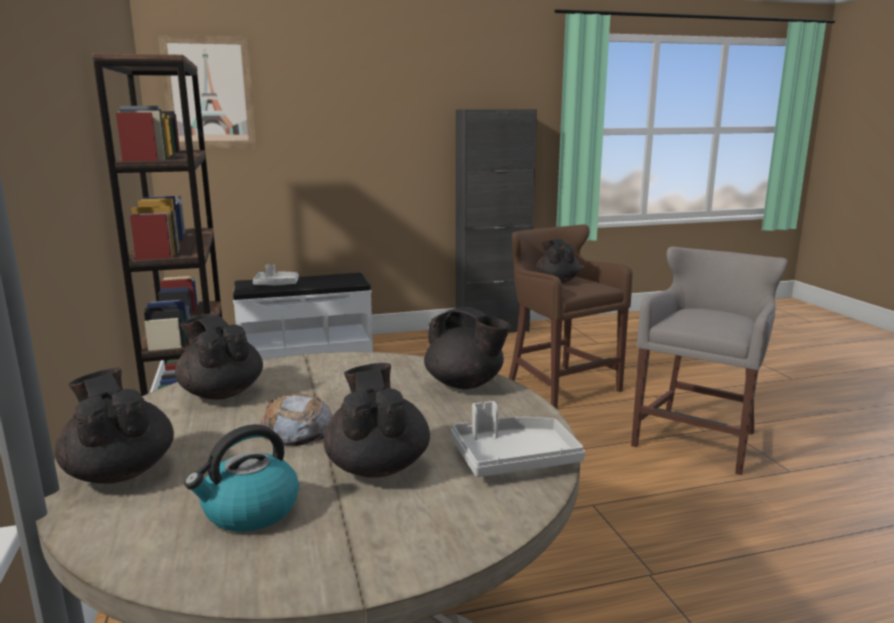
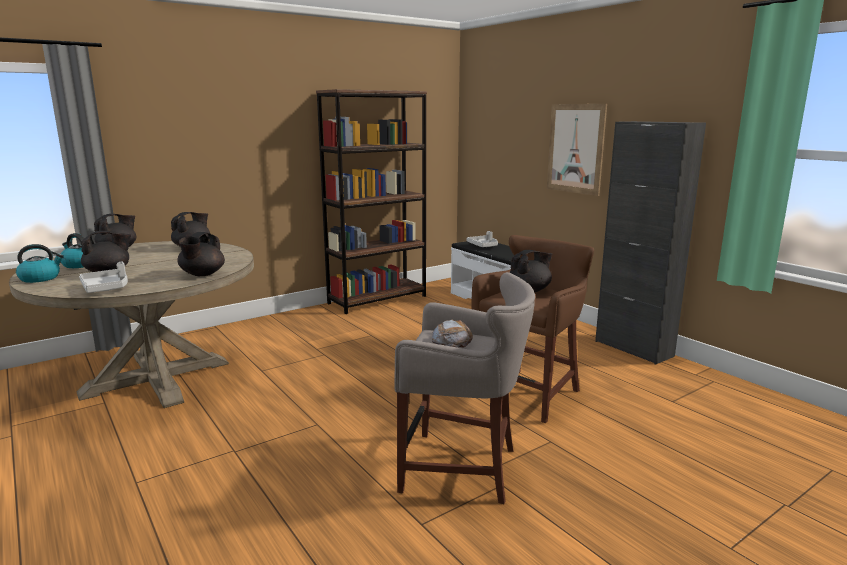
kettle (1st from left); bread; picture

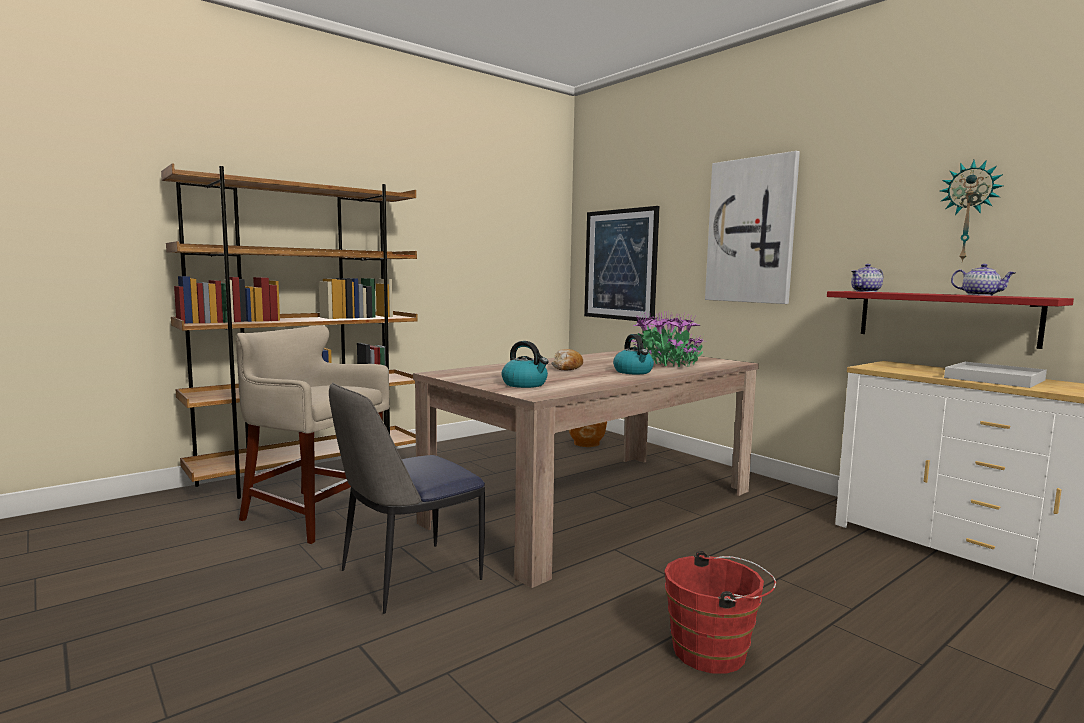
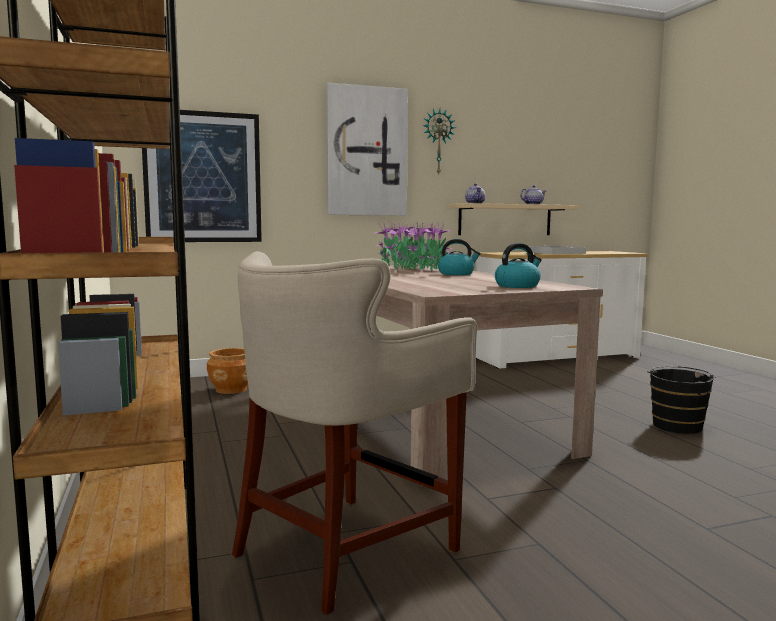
wall clock; beige shelf; black bucket; chair; bread

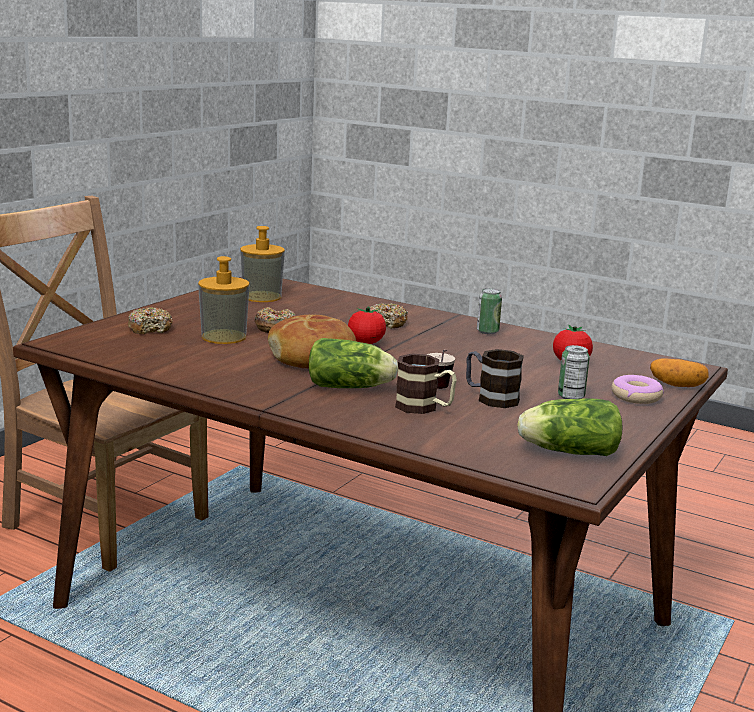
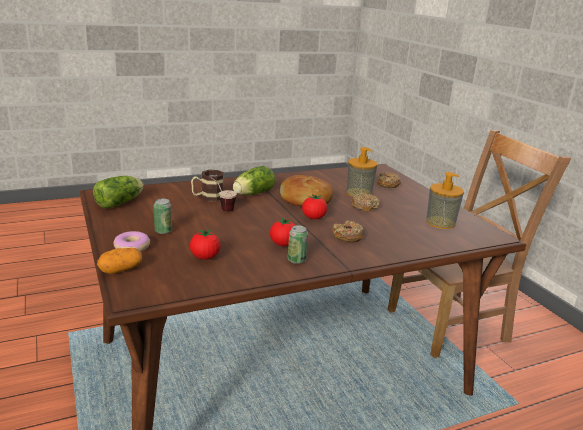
tomato (2nd from left); mug (2nd from left in the first image)

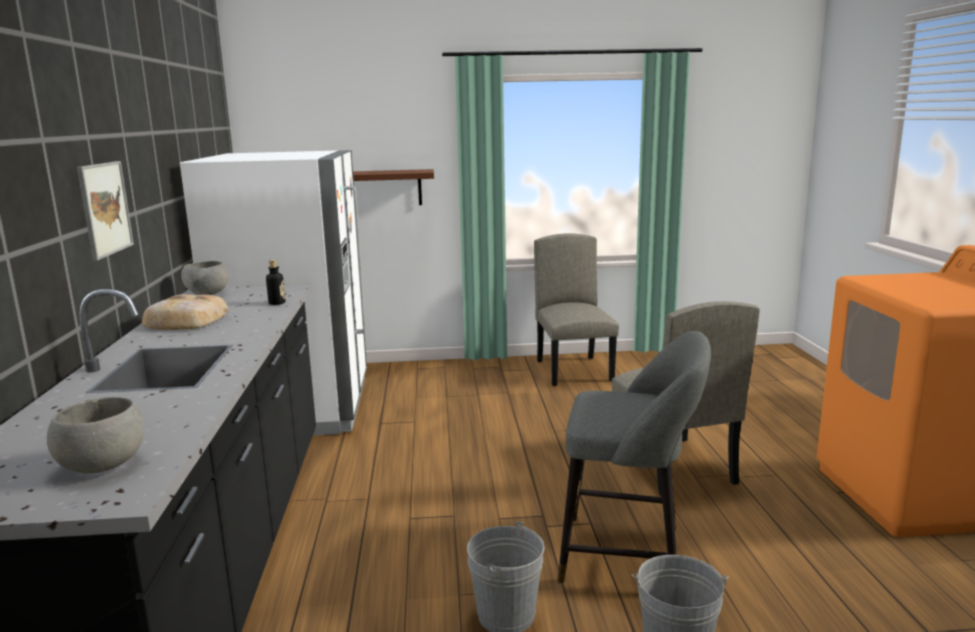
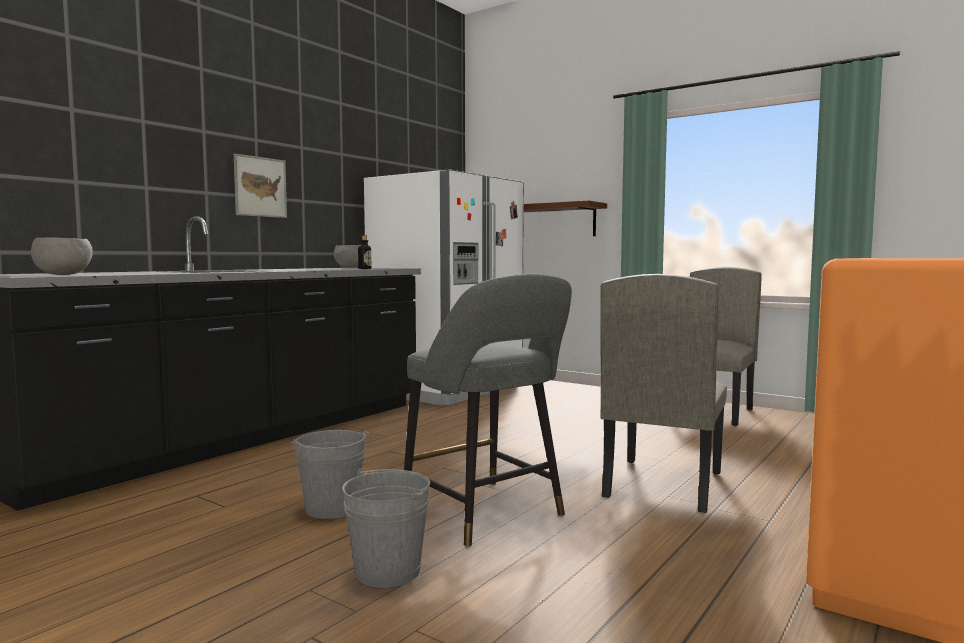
bread

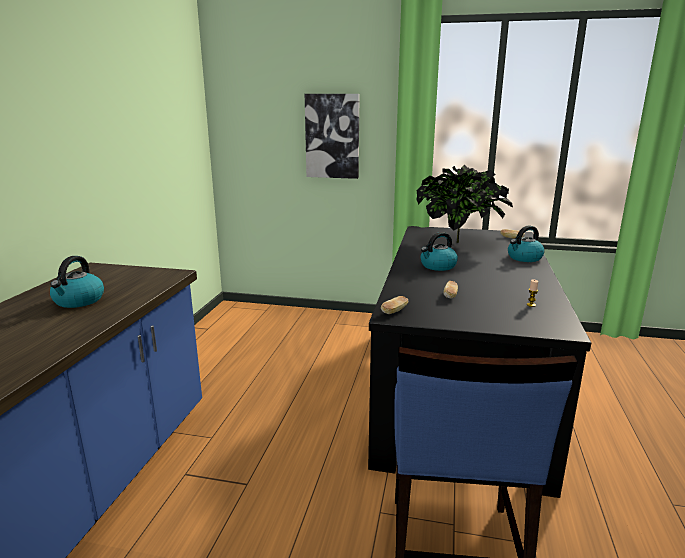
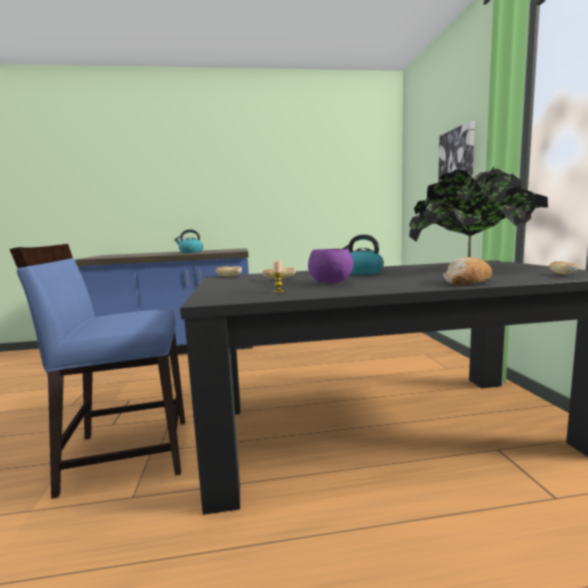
purple bowl; bread (3rd from left)

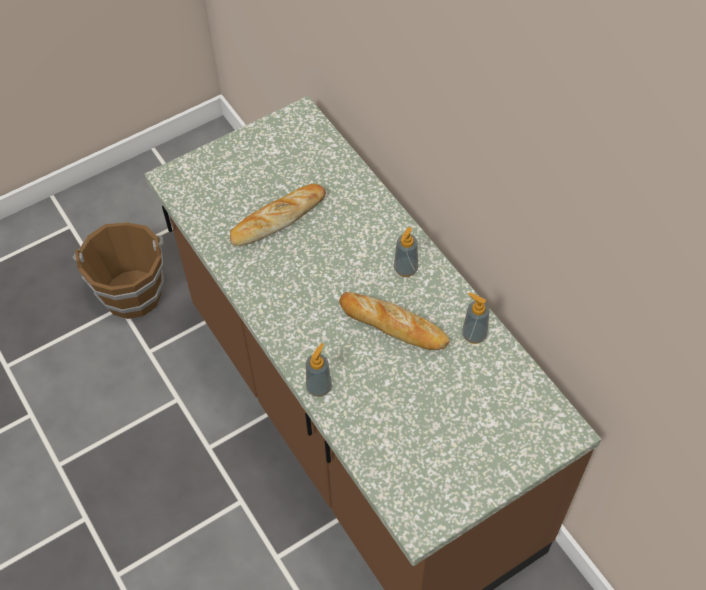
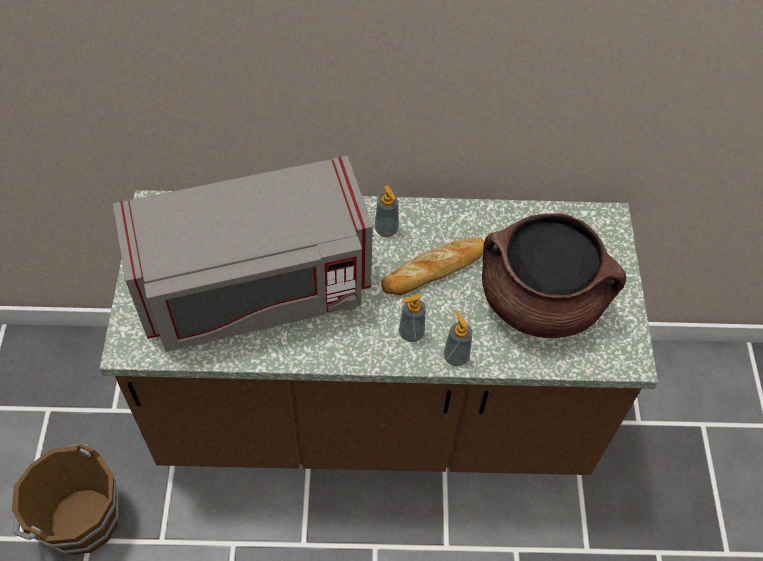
grey microwave; soap dispenser (2nd from left); brown cooking pot

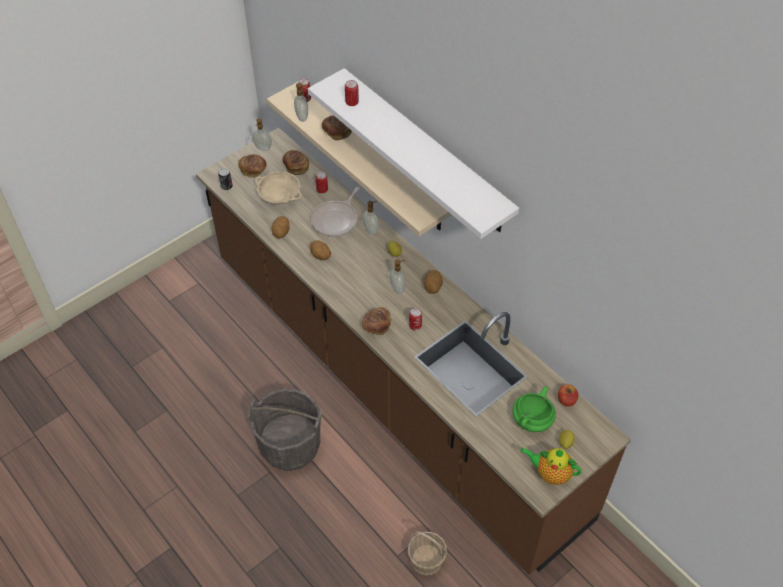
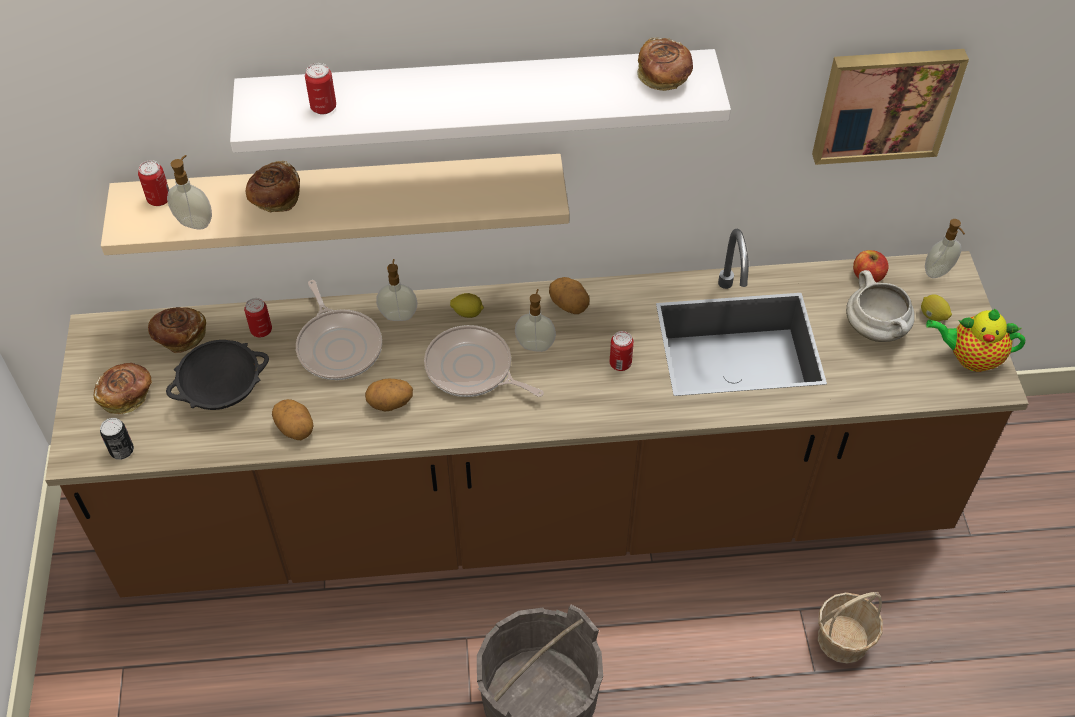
black bowl; frying pan (2nd from left); bread (4th from left); picture; white cooking pot; soap dispenser (4th from left); teapot

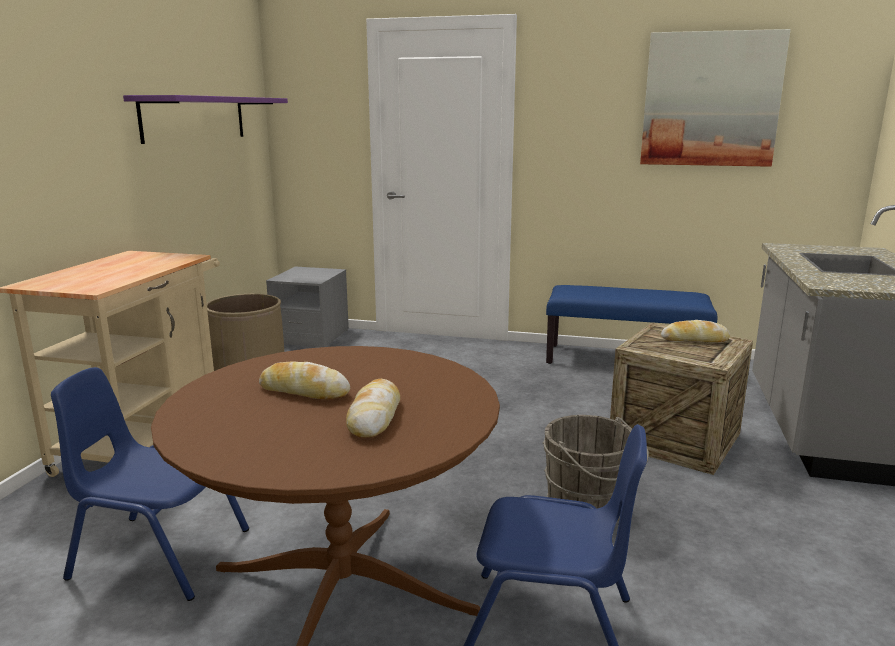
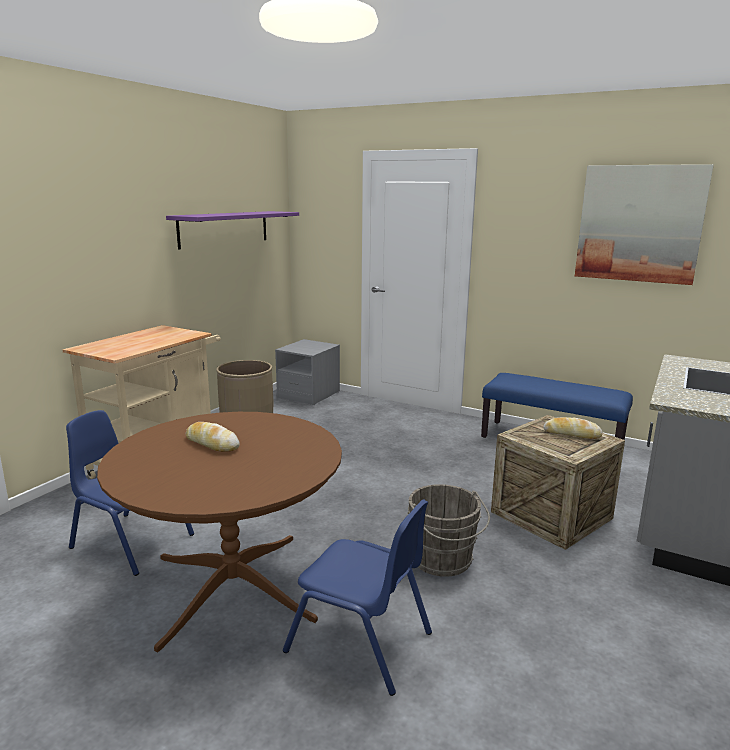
bread (2nd from left in the first image)

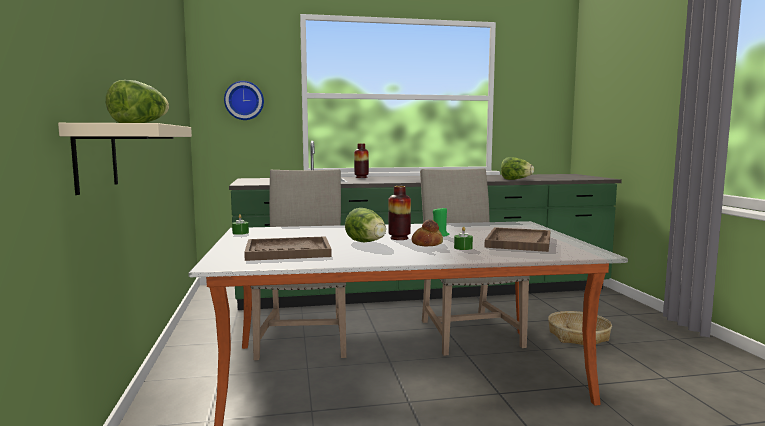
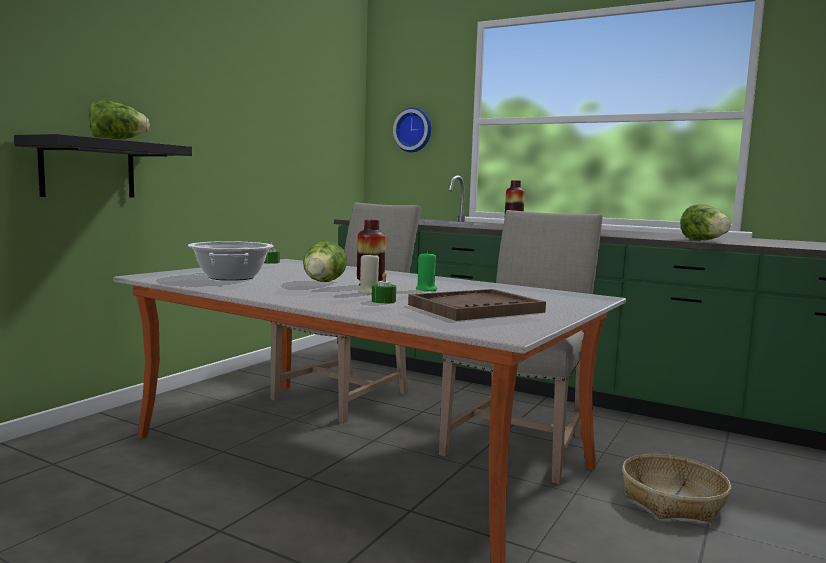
black shelf; cooking pot; beige candle

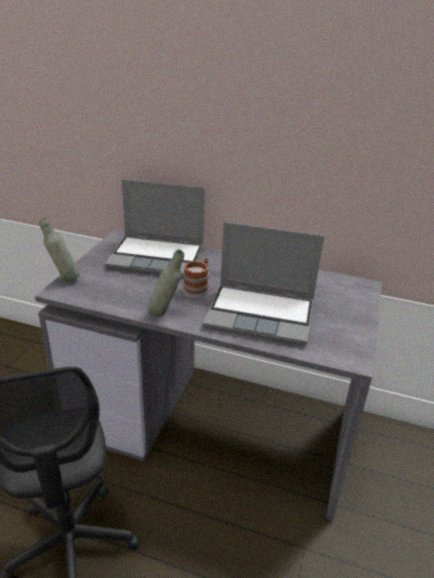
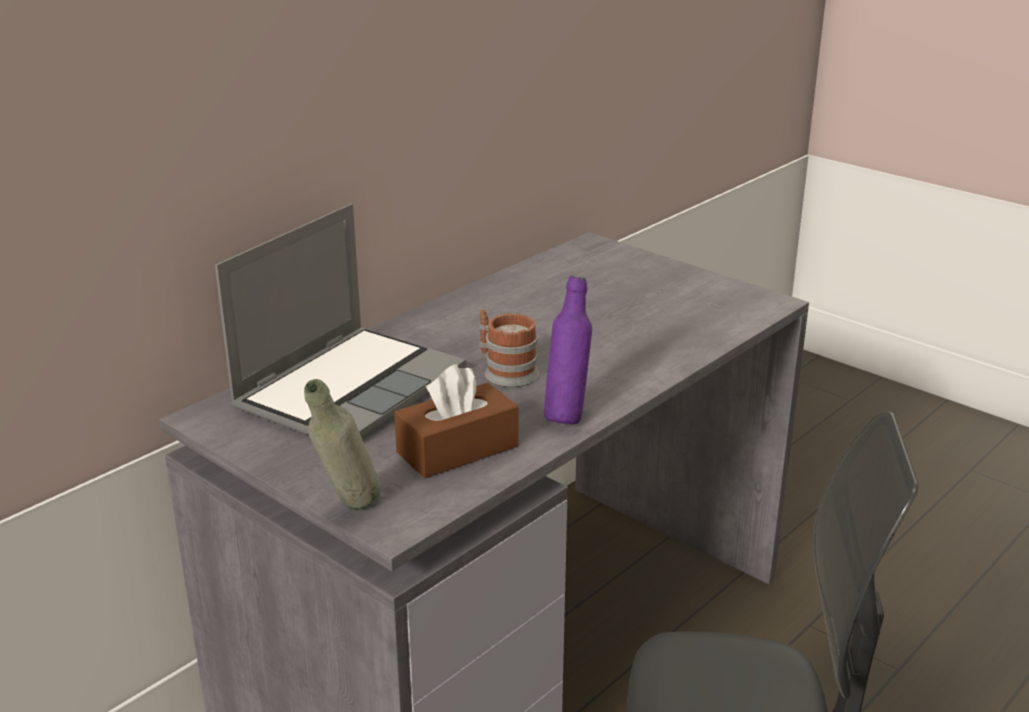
brown tissue box; purple bottle; laptop (2nd from left in the first image)

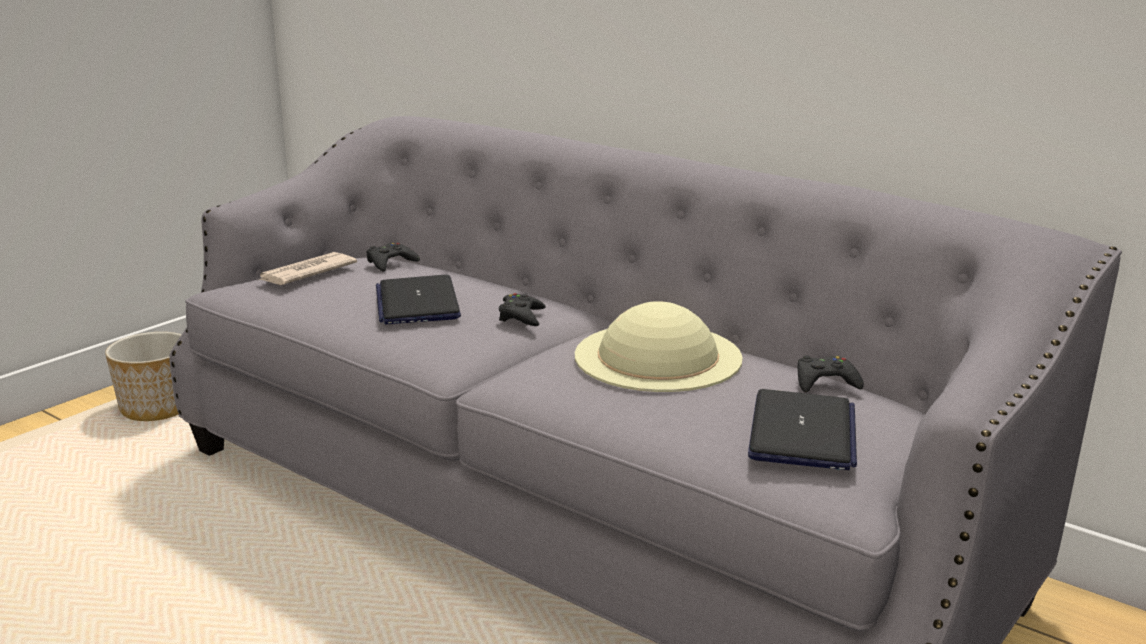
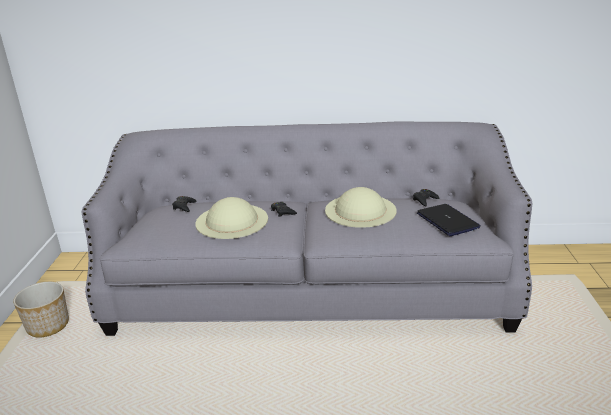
beige hat (1st from left); newspaper

